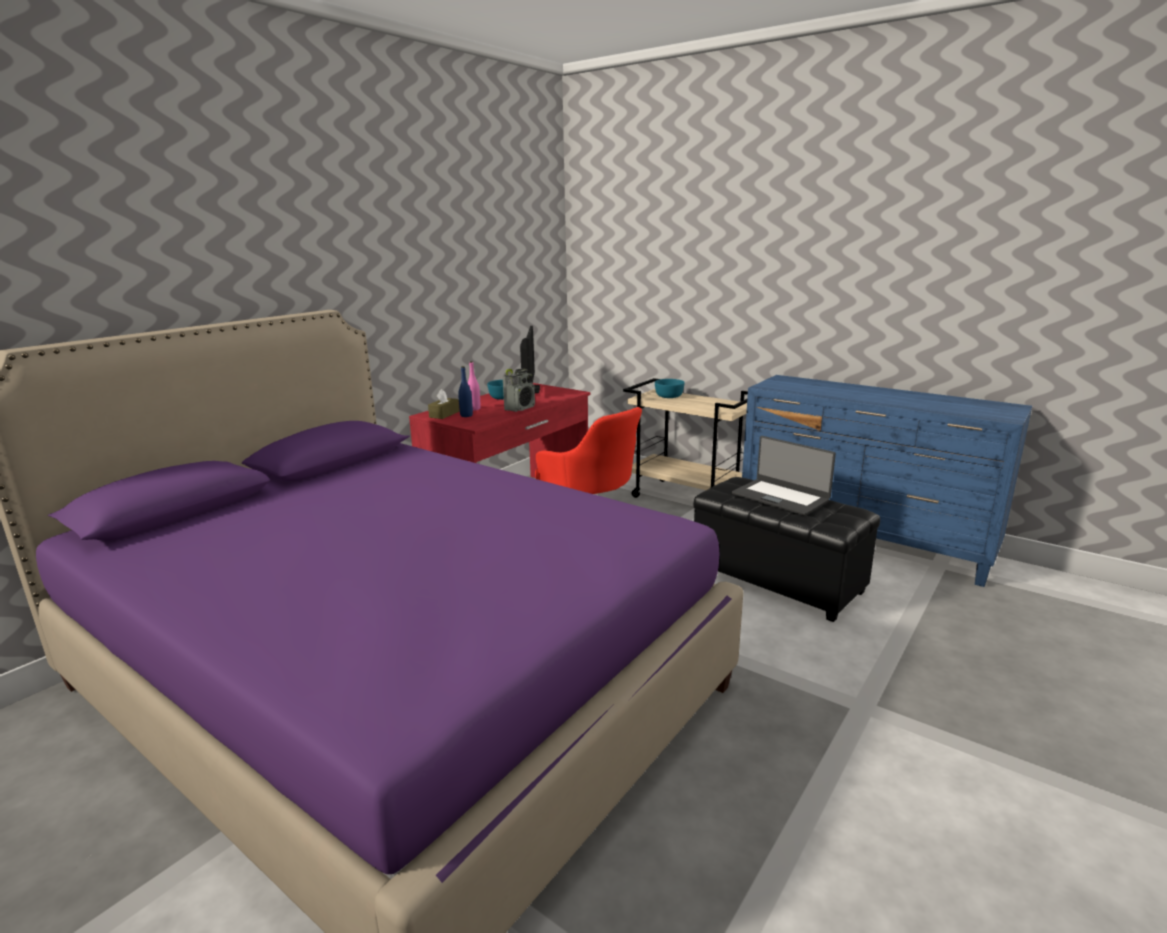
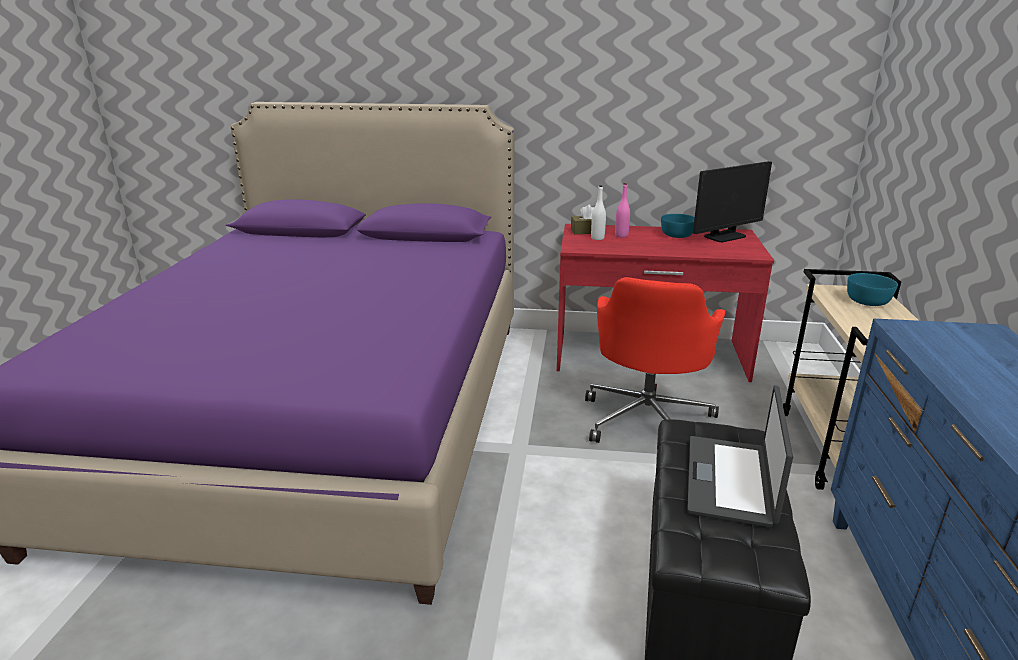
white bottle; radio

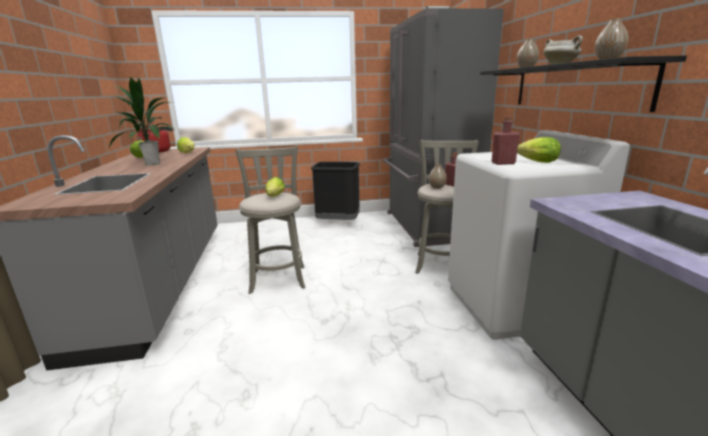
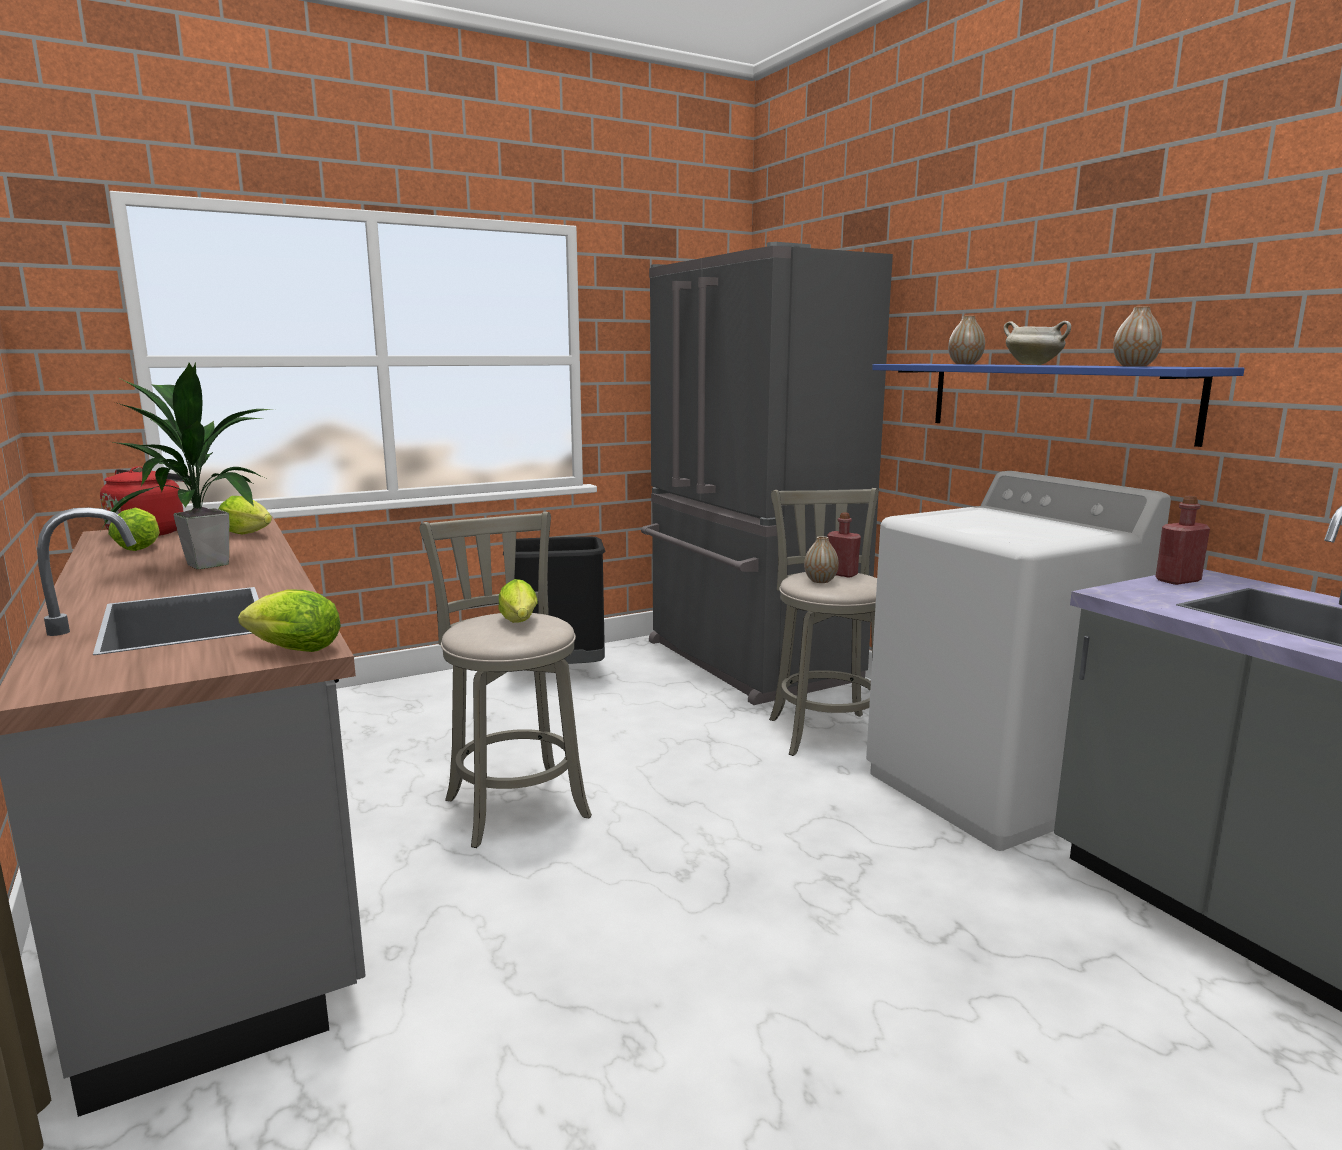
lettuce (3rd from left); blue shelf; red bottle (2nd from left)

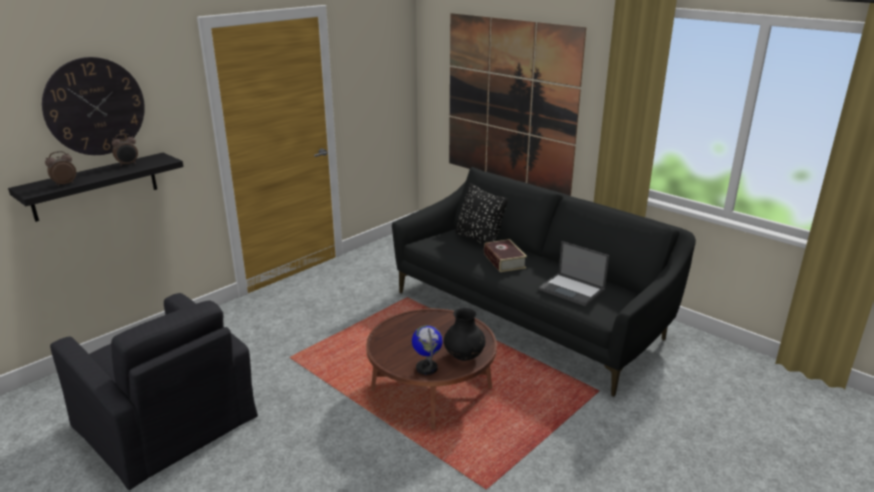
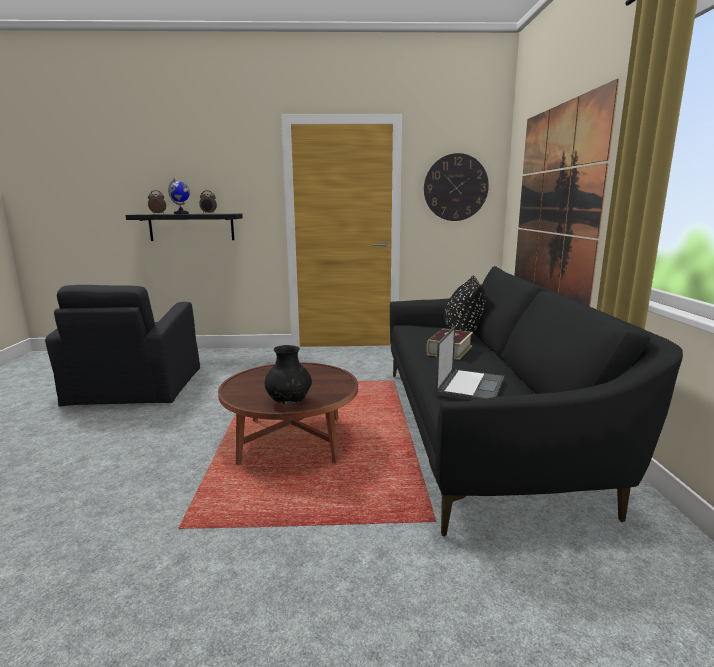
globe; wall clock; laptop

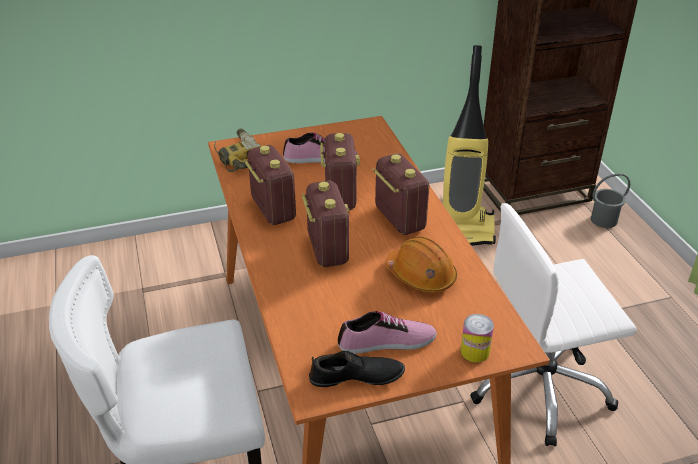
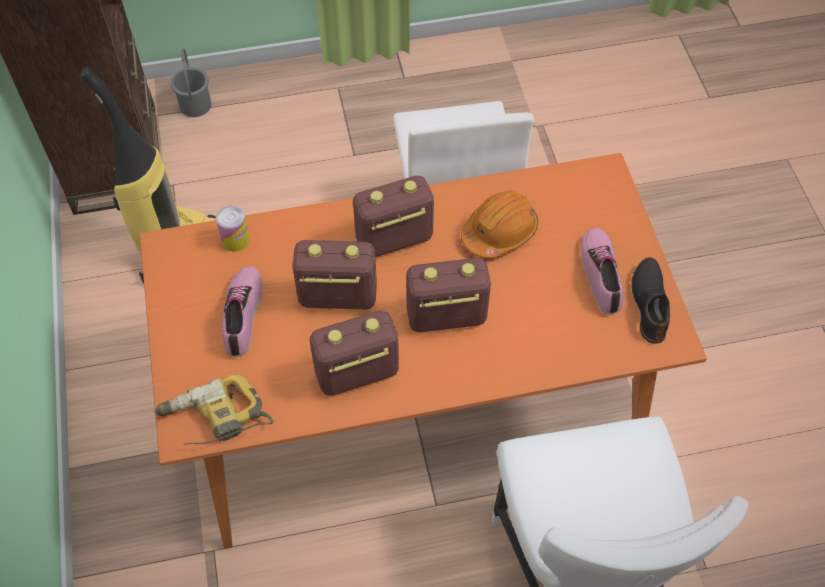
can

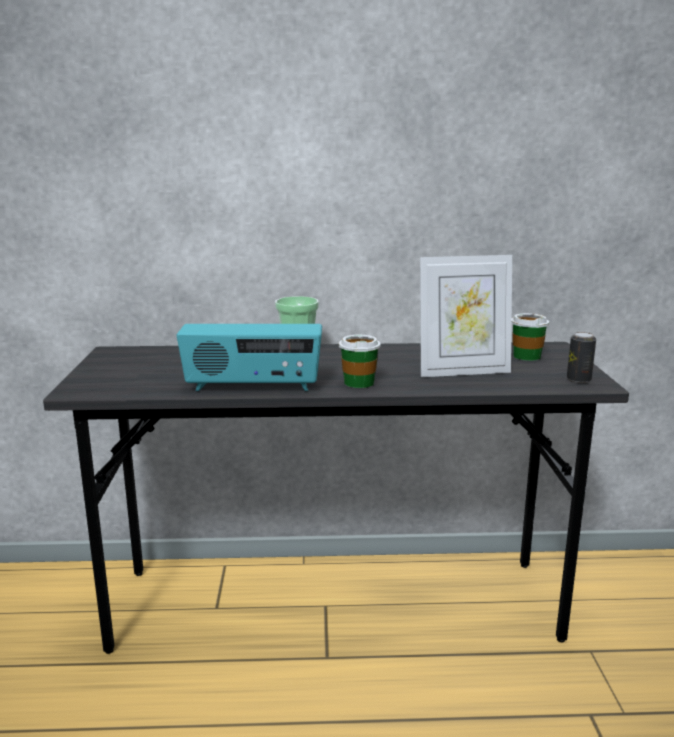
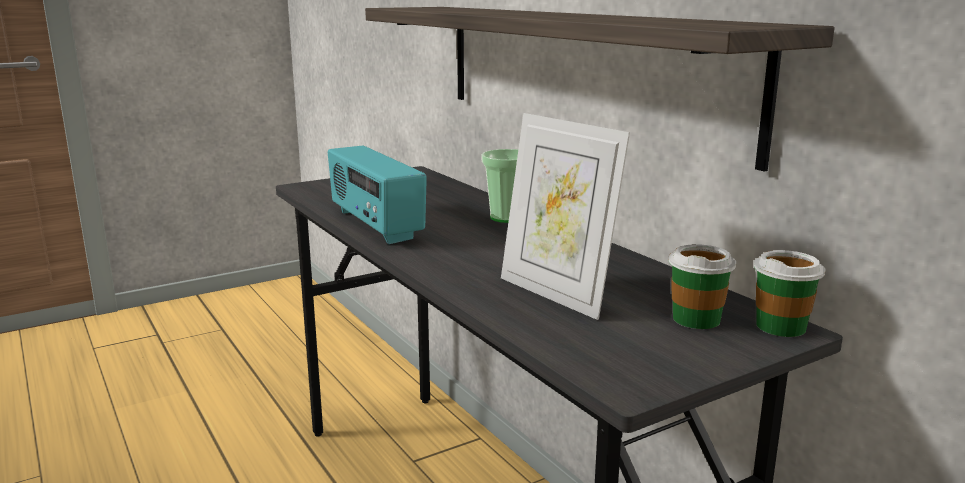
shelf; cup (3rd from left); can

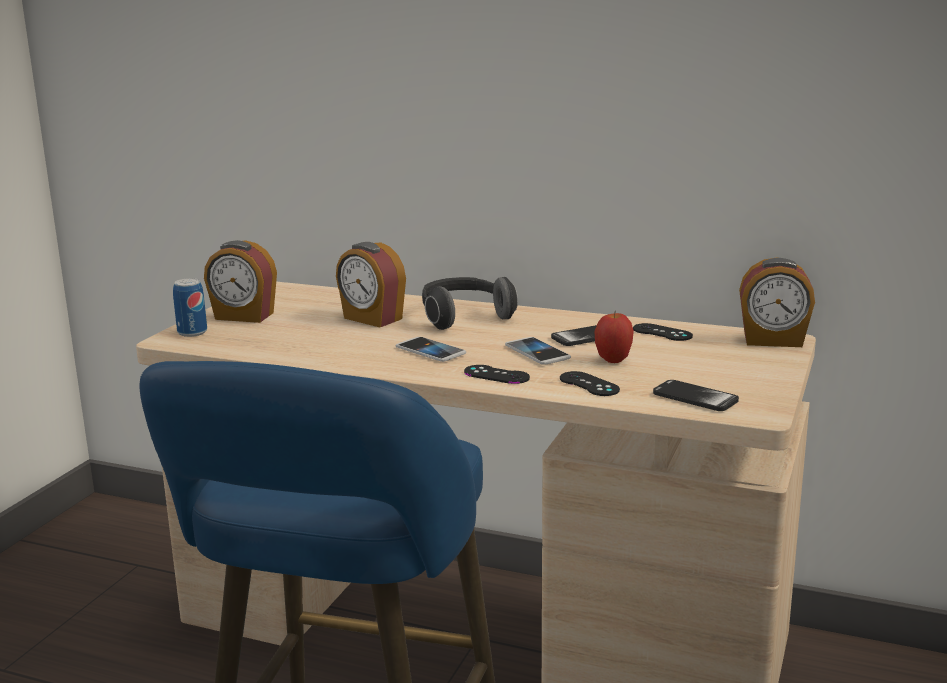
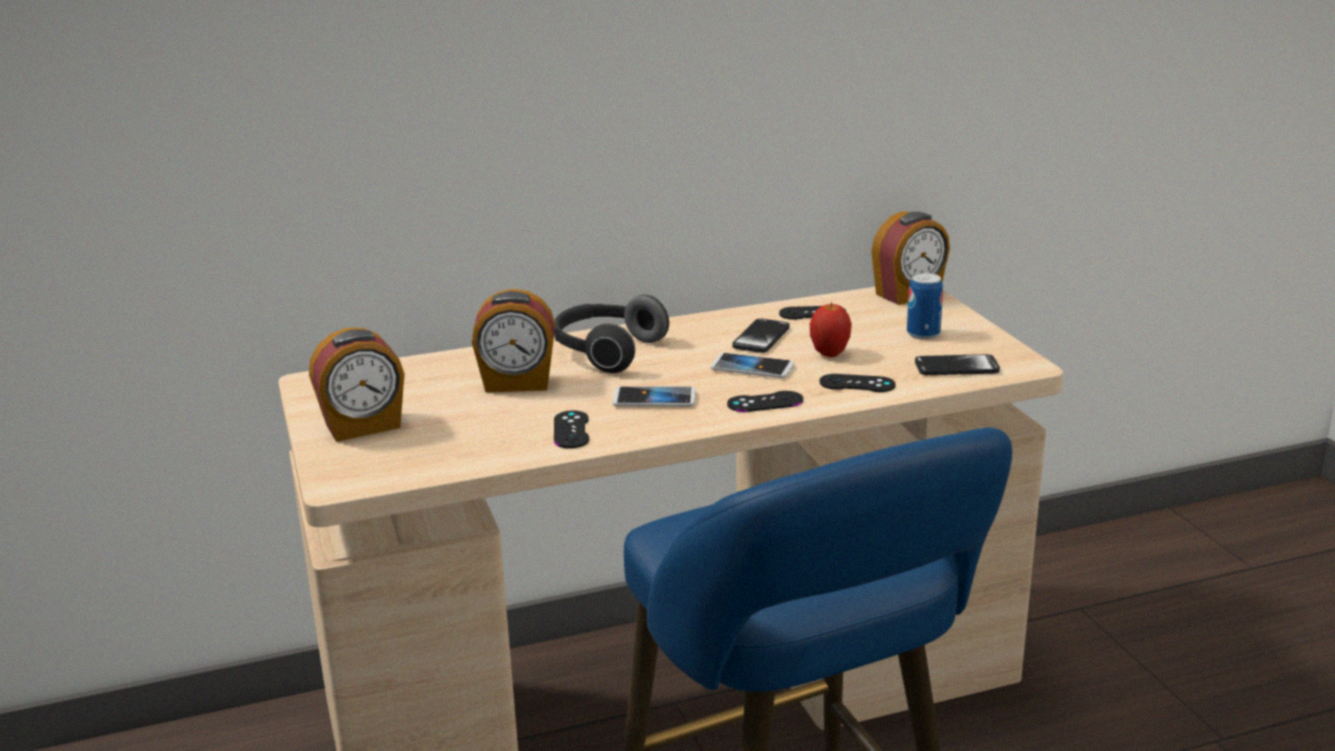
black game controller (1st from left); can

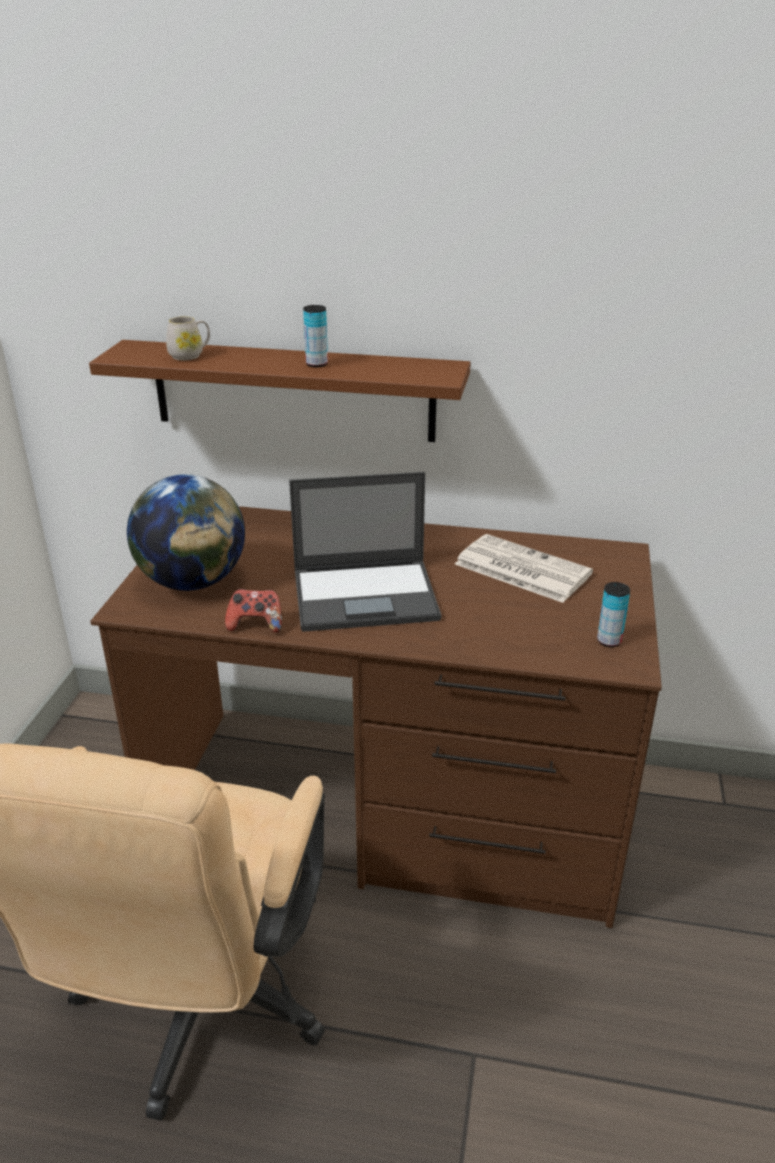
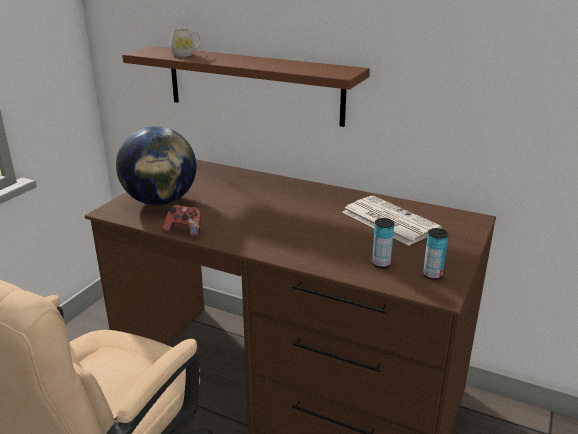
can (1st from left); laptop

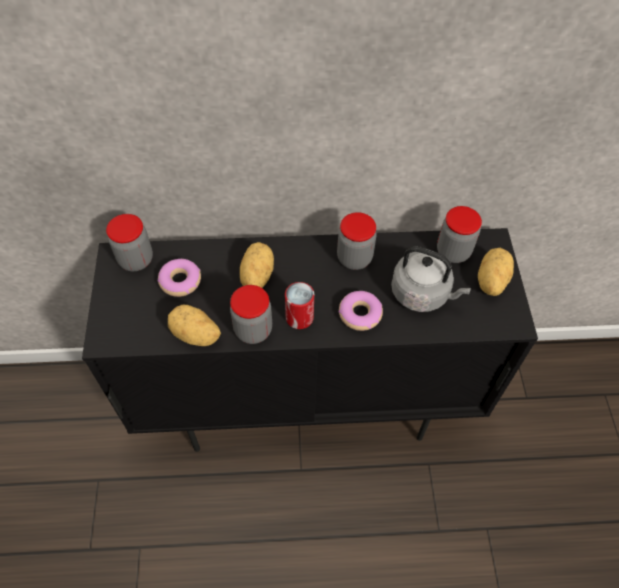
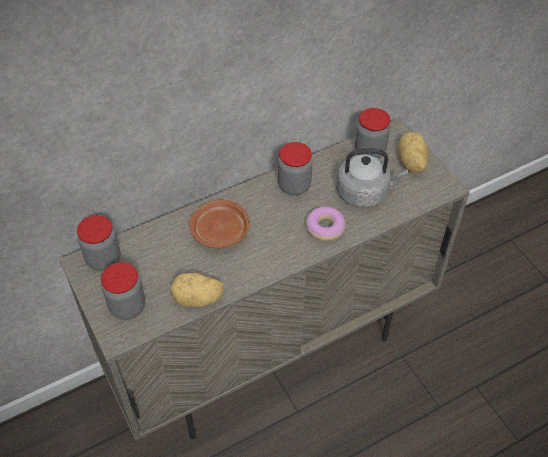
beige cabinet; jar (2nd from left); brown plate; donut (1st from left in the first image); can

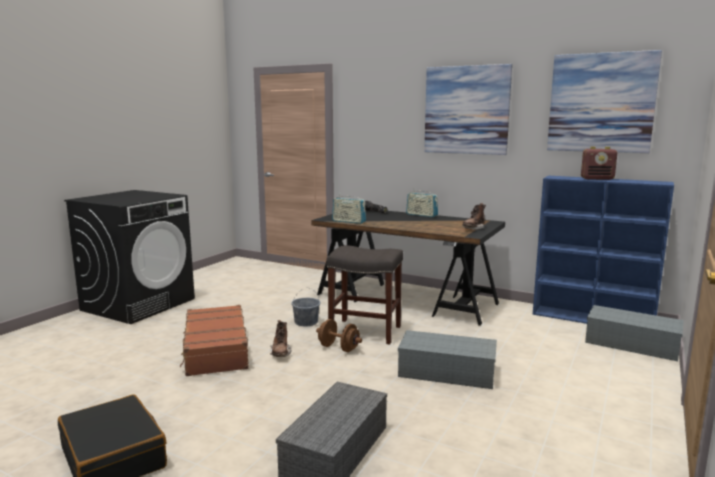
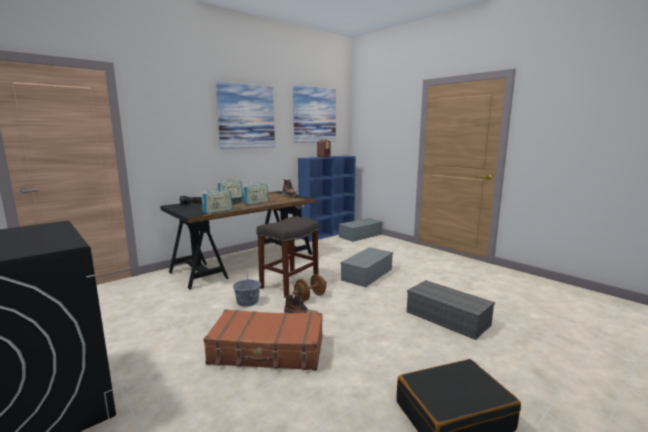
radio (3rd from left)

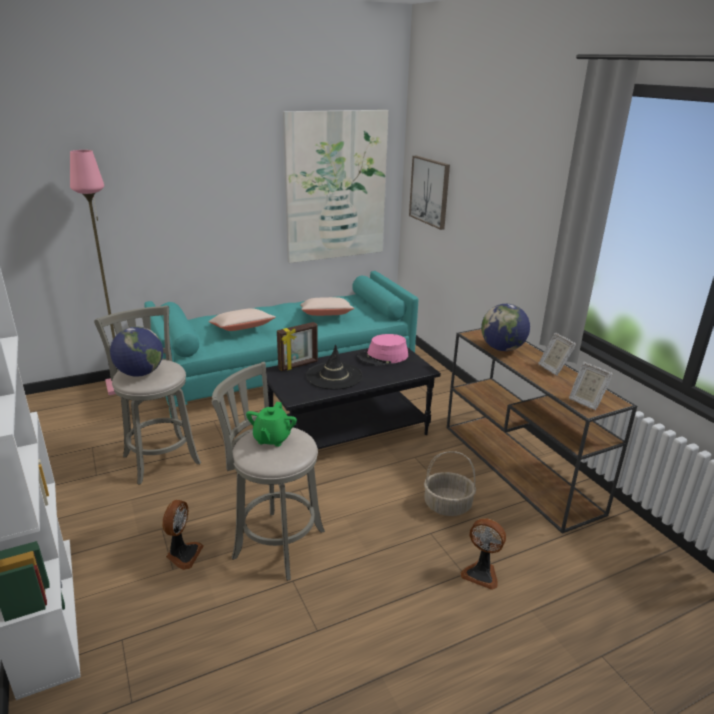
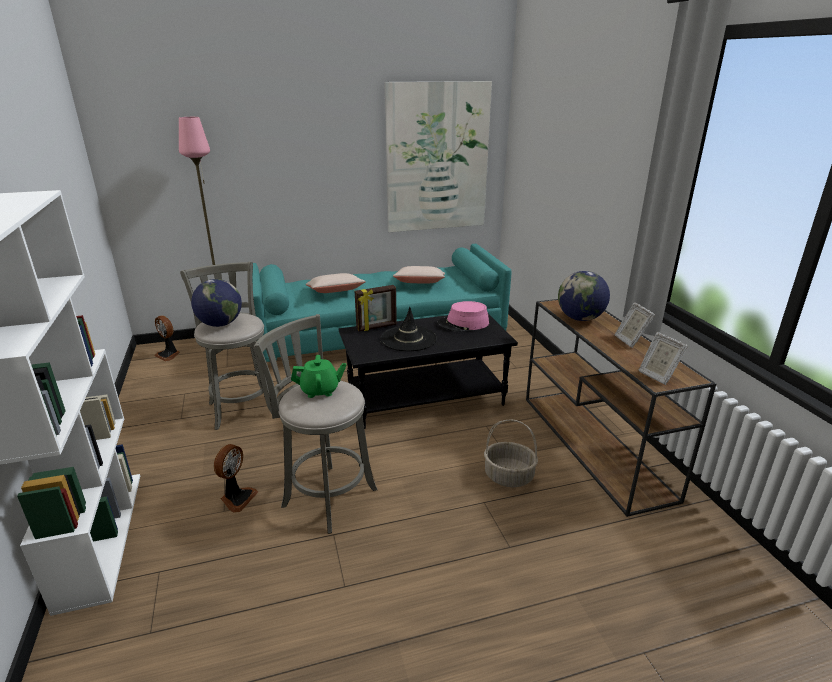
fan (1st from left); green teapot; picture (2nd from left in the first image)

